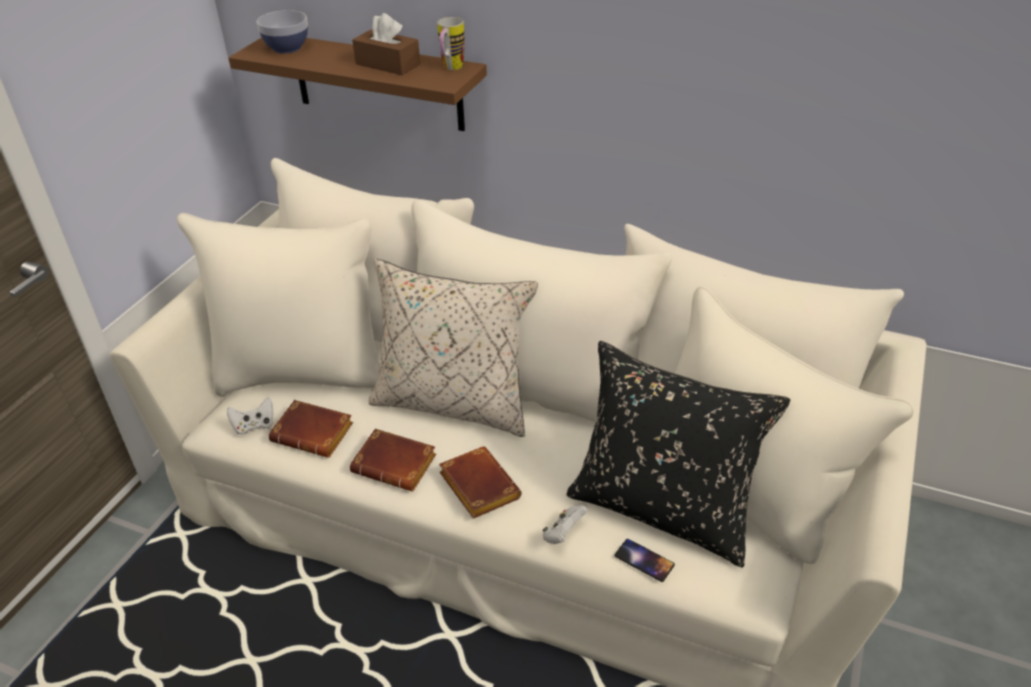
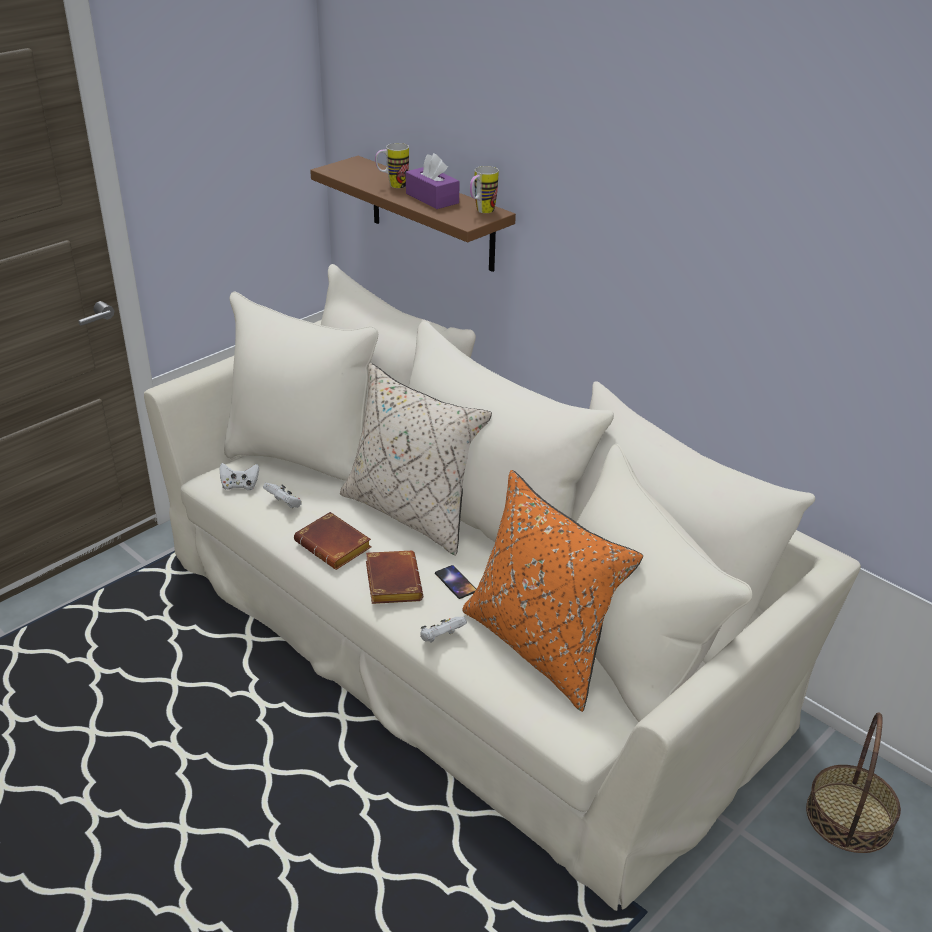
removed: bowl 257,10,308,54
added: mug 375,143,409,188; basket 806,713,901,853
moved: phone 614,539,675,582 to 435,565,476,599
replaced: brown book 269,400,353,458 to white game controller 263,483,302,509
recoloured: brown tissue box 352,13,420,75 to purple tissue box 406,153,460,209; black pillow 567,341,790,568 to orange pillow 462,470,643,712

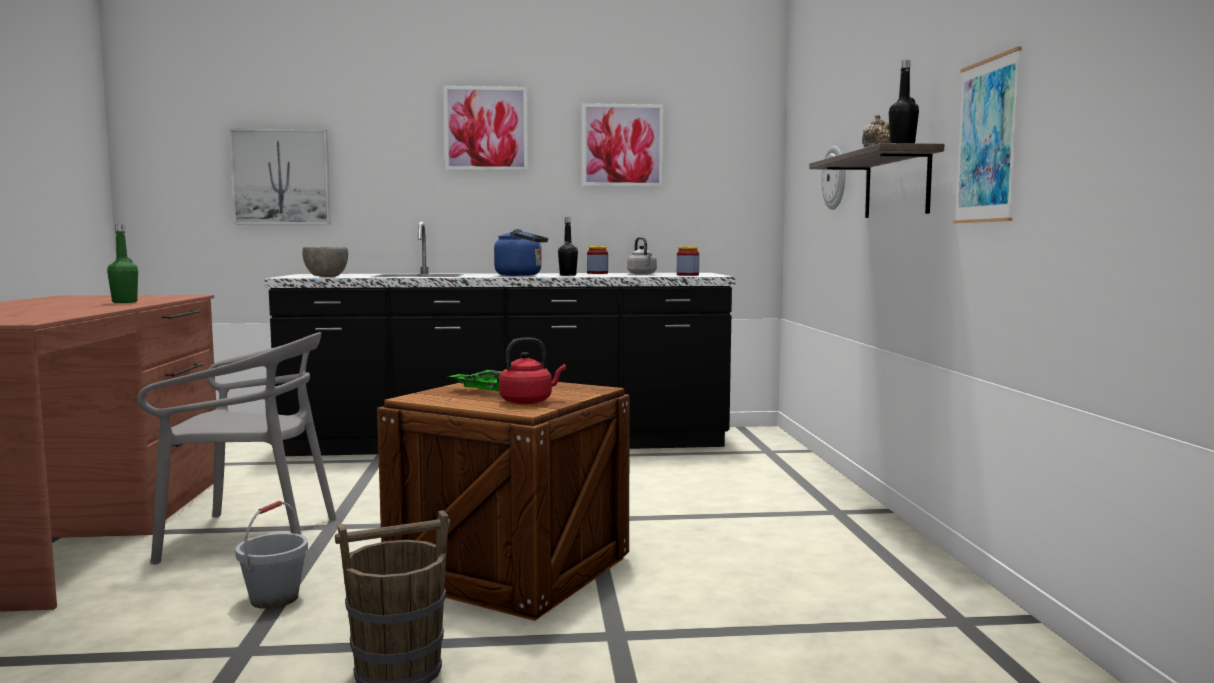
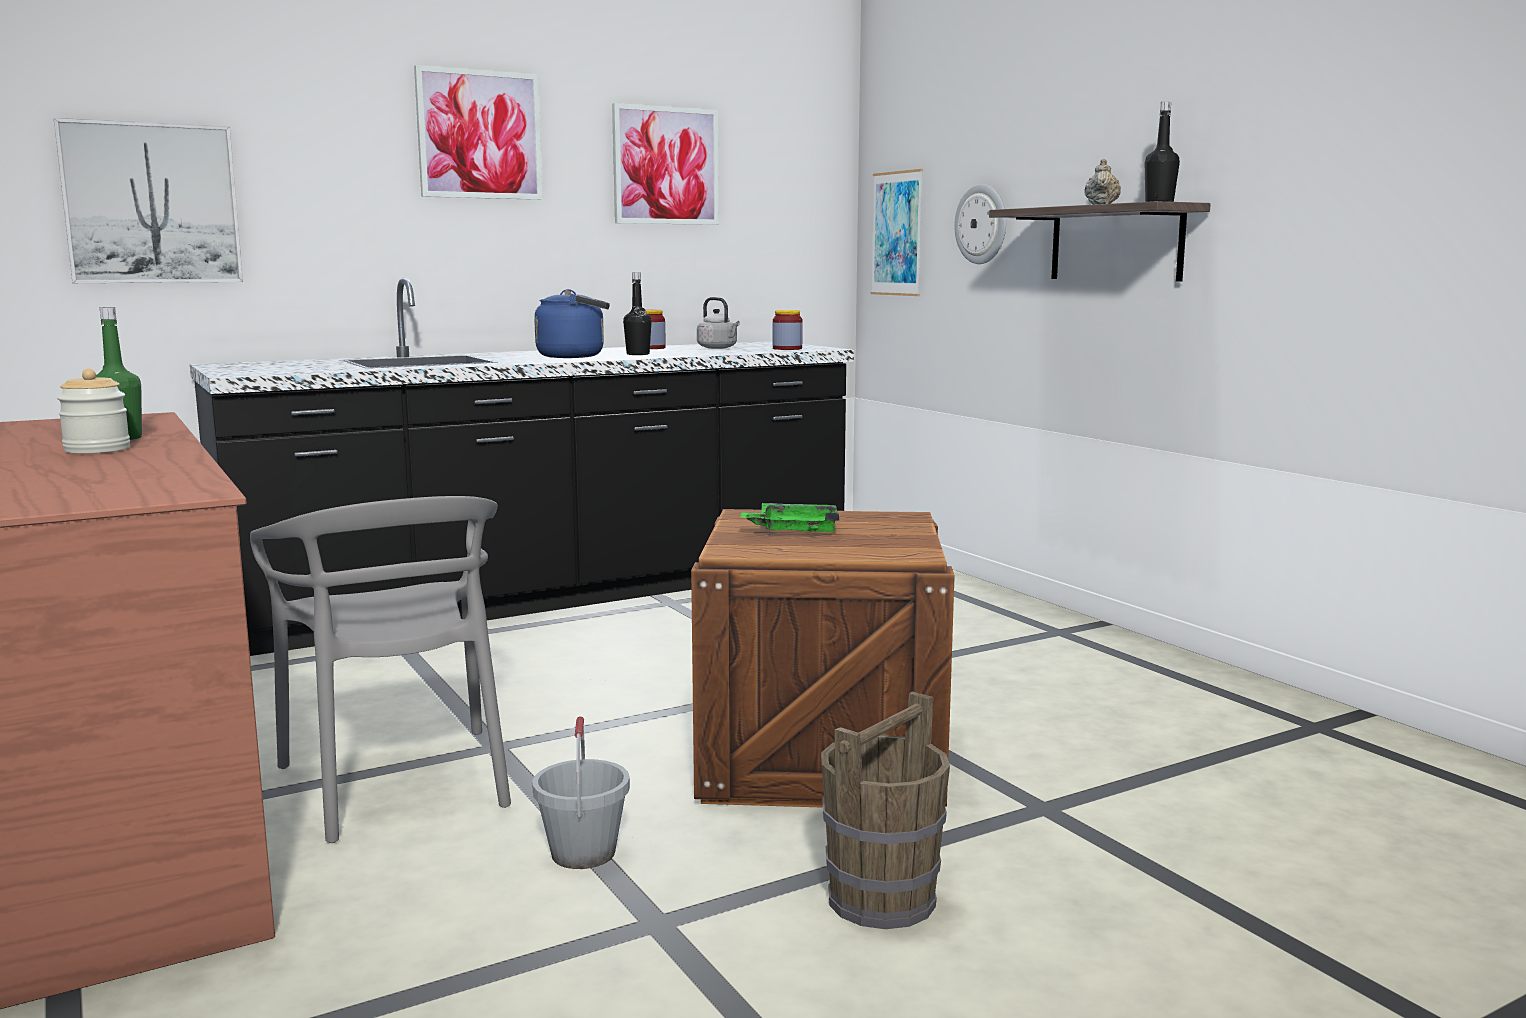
removed: grey bowl 302,247,348,277; red kettle 499,338,566,404
added: jar 57,369,130,454
moved: picture 953,47,1022,223 to 871,169,923,296
turned: grey chair 137,332,336,564 = 250,496,511,843 90 degrees clockwise

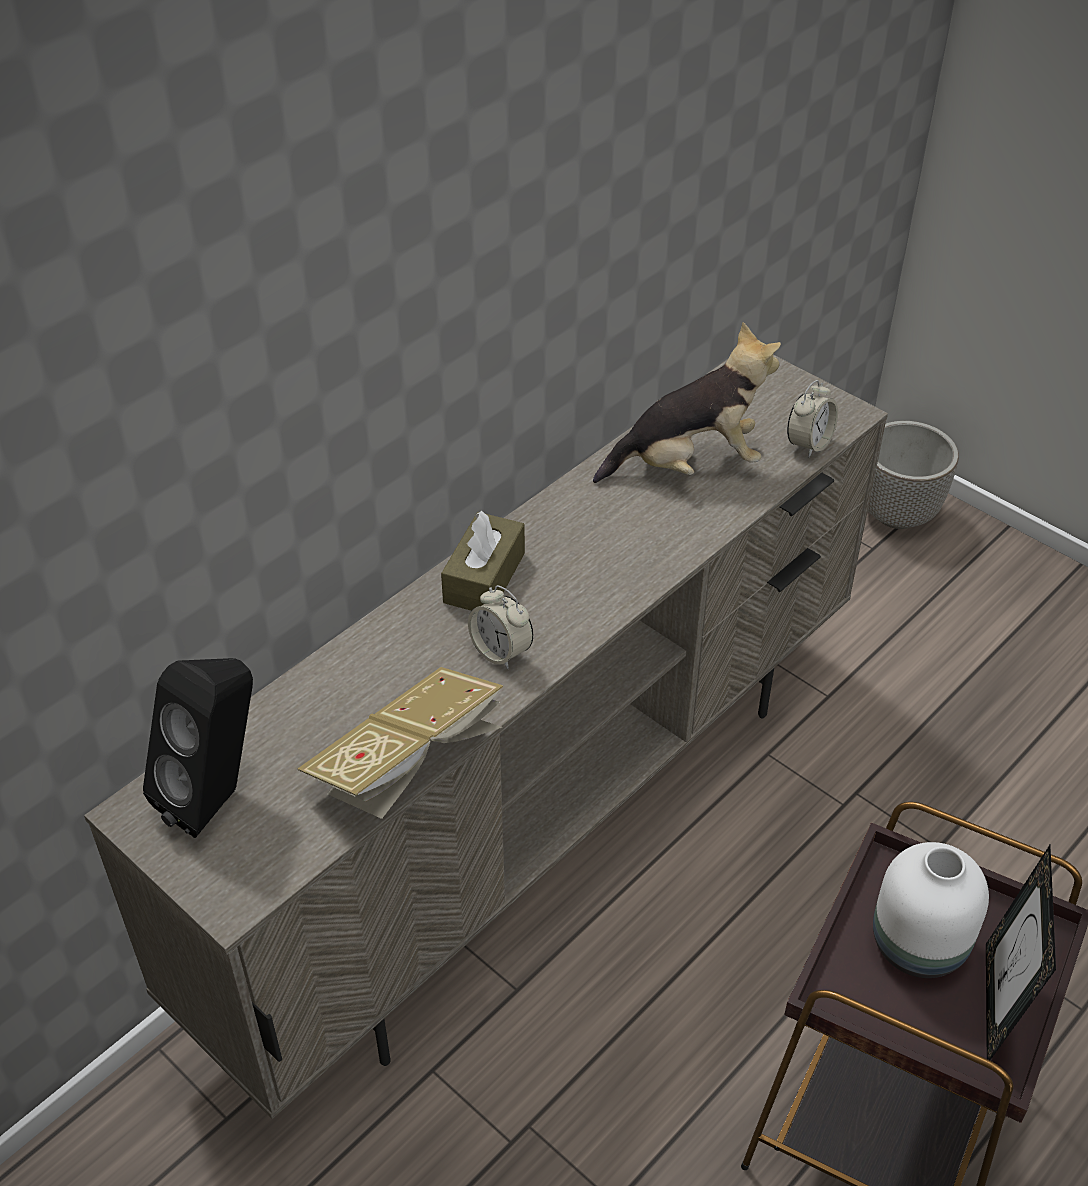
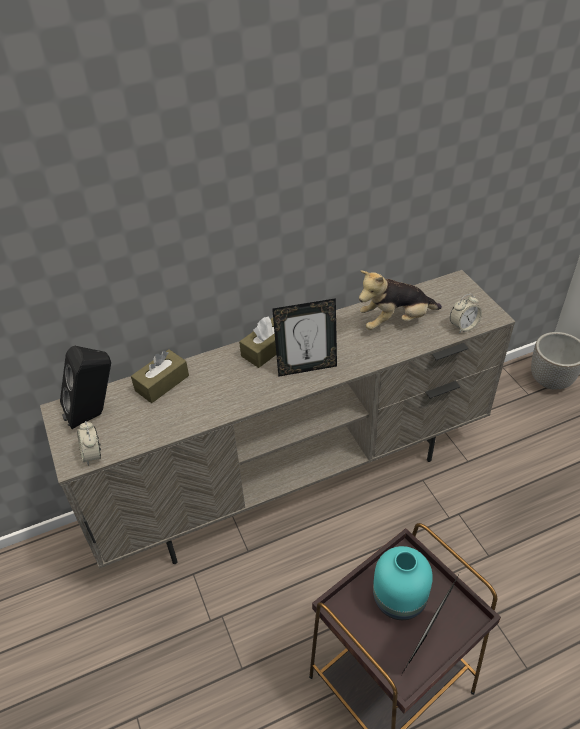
removed: book 298,667,503,819
added: brown tissue box 131,349,189,403; picture frame 272,298,337,377
moved: alarm clock 468,585,533,669 to 77,421,101,466
recoloured: white vase 873,842,989,978 to turquoise vase 373,546,433,620
turned: plush toy 593,322,781,483 = 359,270,442,330 150 degrees clockwise

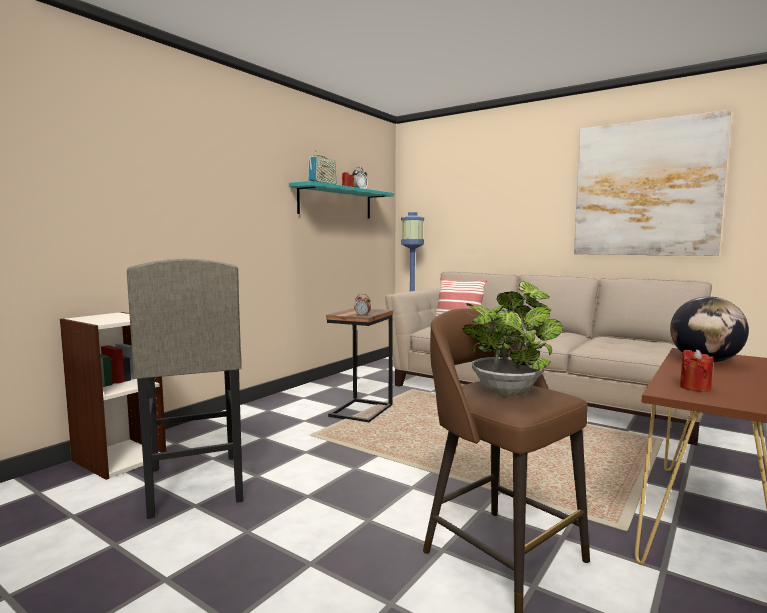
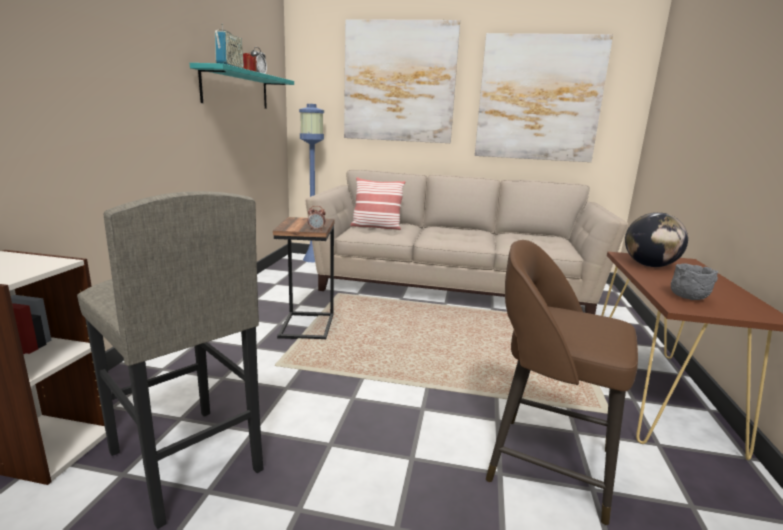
removed: potted plant 462,281,563,397
added: picture 344,19,460,143
replaced: red candle 680,349,714,392 to grey bowl 671,263,718,300

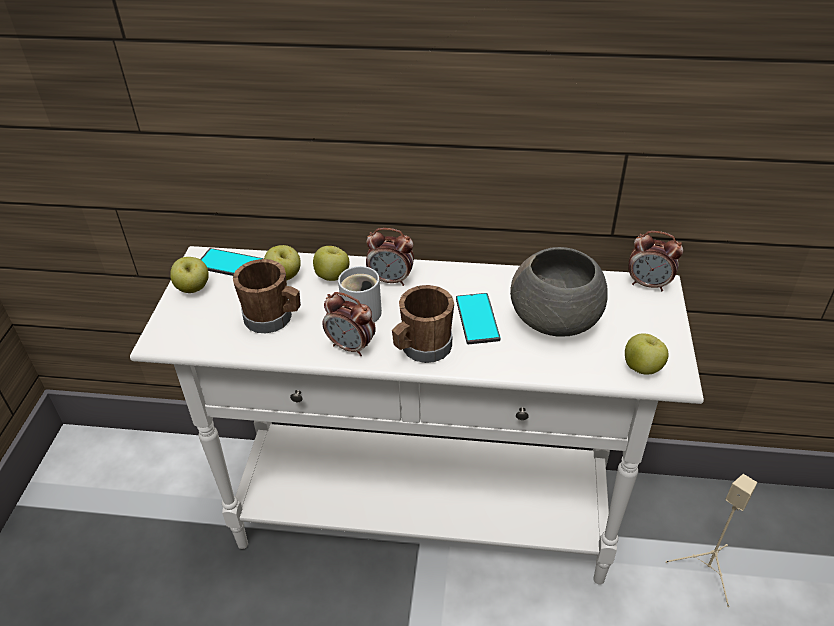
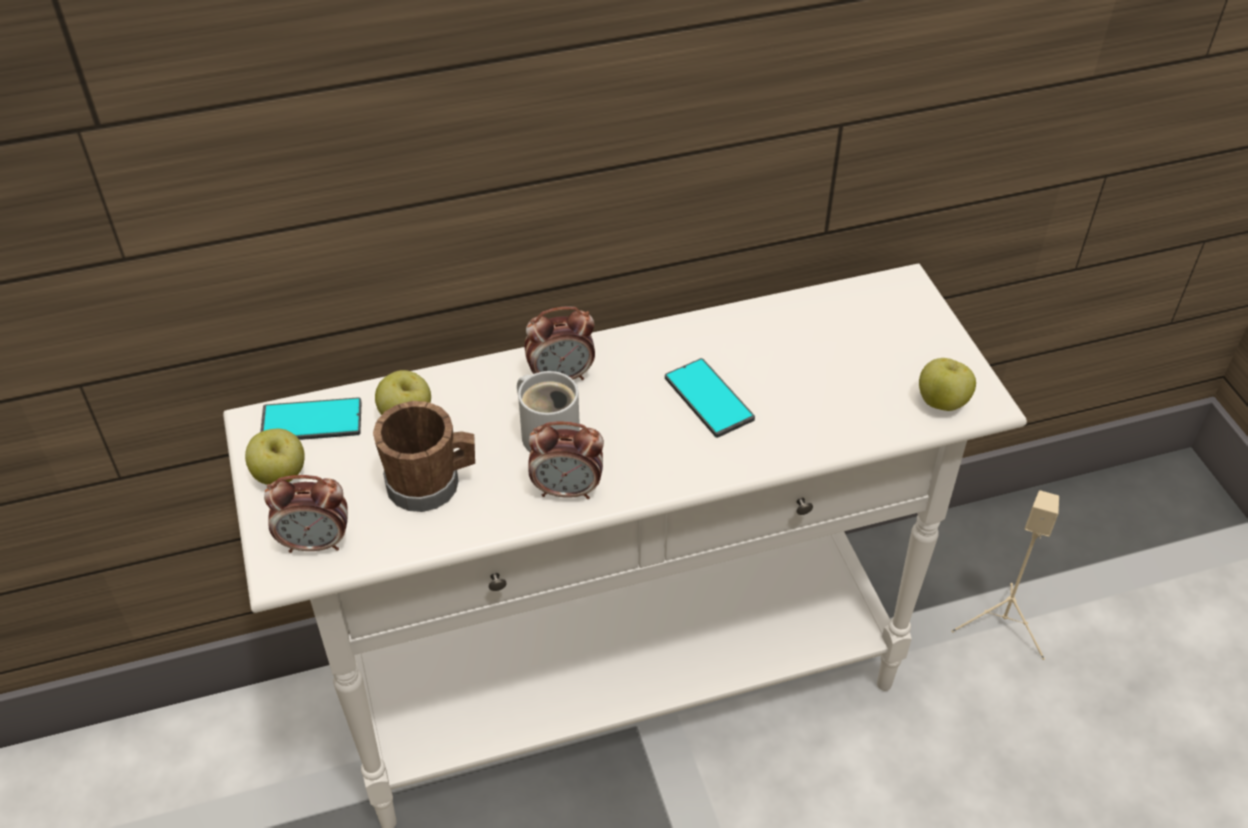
removed: apple 313,246,350,281; brown mug 392,285,454,363; grey bowl 510,247,608,336
moved: alarm clock 628,231,683,291 to 264,475,348,553

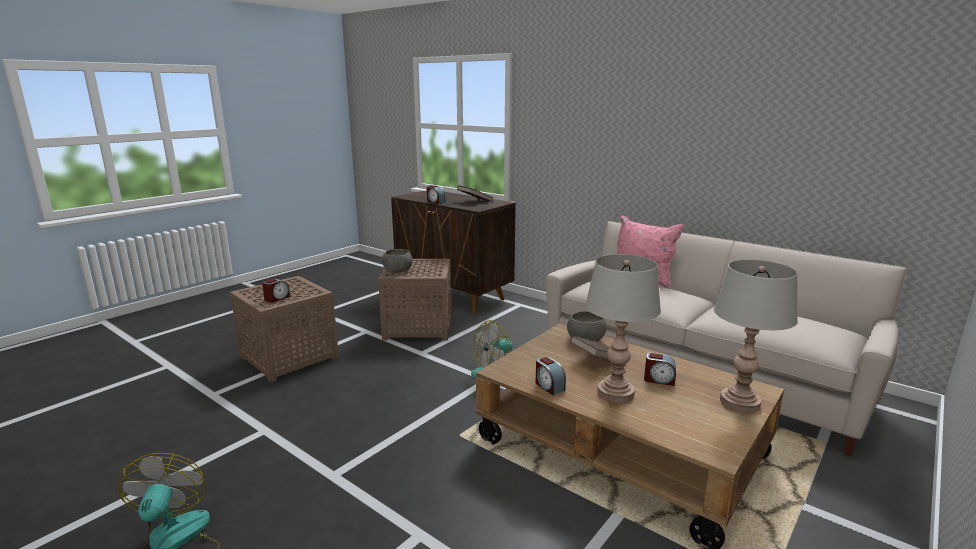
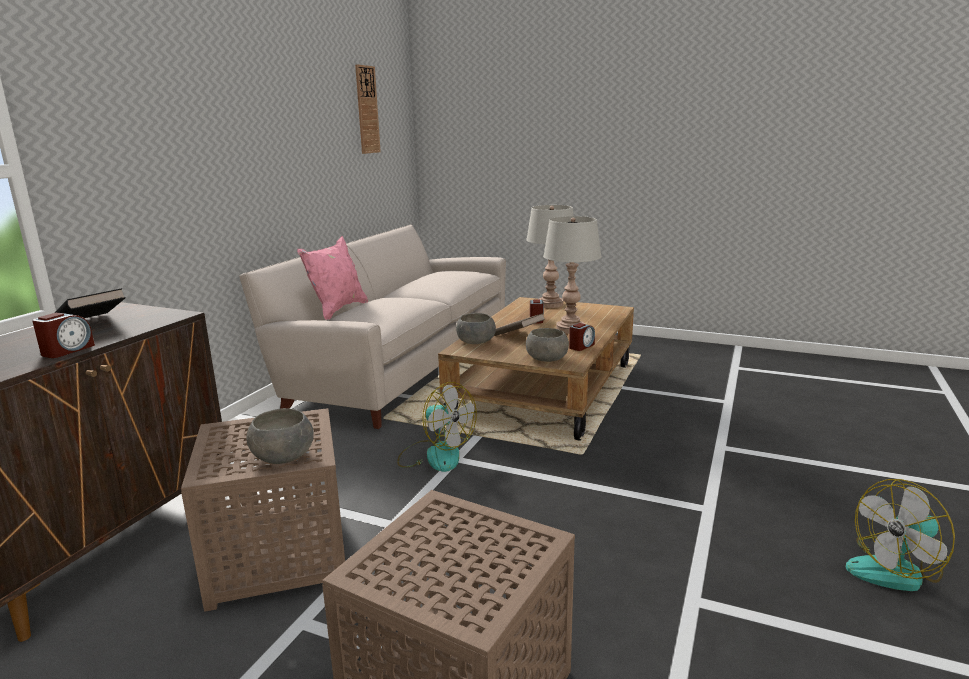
removed: alarm clock 262,279,290,303
added: wall clock 355,64,381,154; grey bowl 526,328,569,362

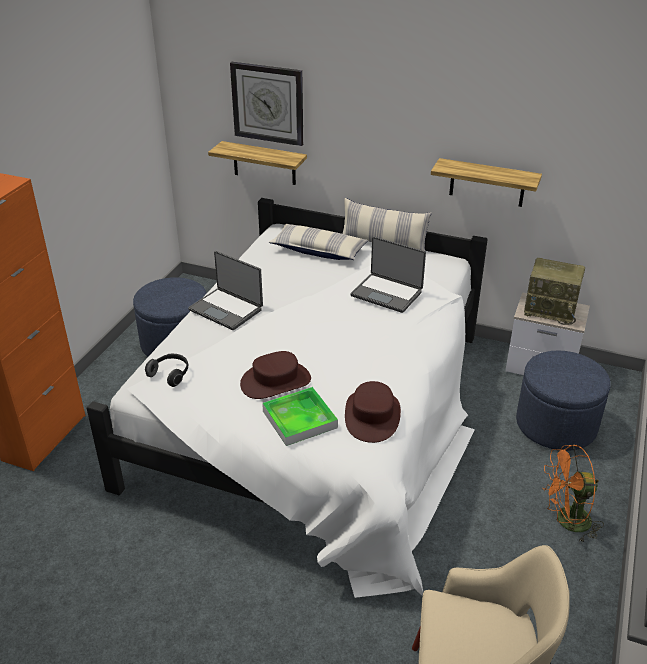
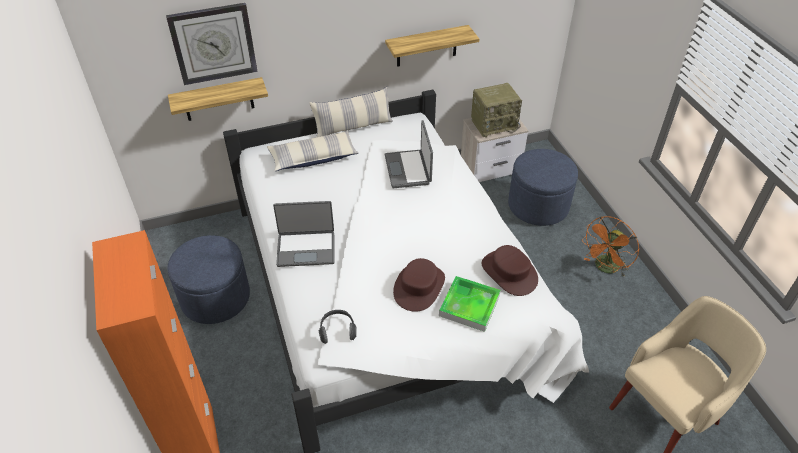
turned: laptop 350,237,426,313 = 385,120,433,188 90 degrees clockwise

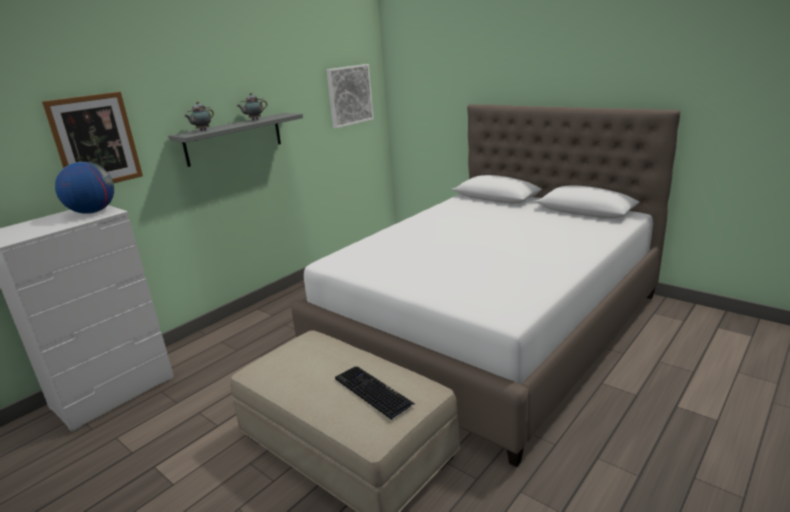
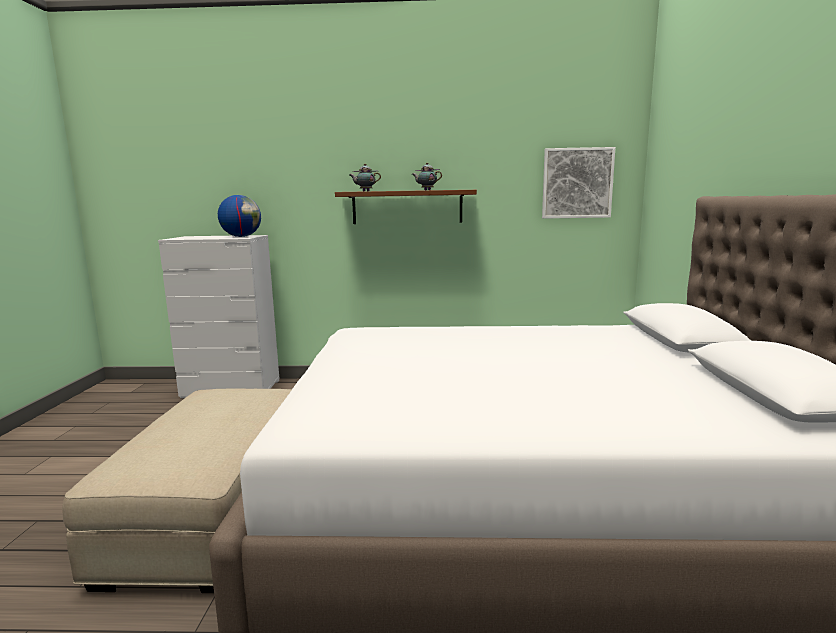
removed: picture 42,92,143,183; keyboard 335,366,415,420
recoloured: grey shelf 168,113,303,167 to brown shelf 335,190,477,224

